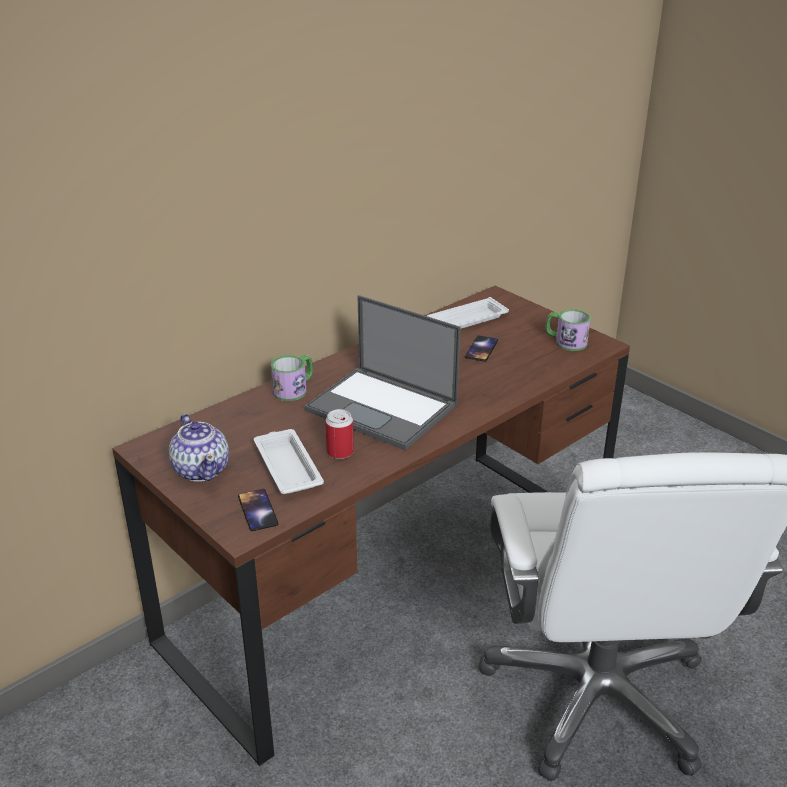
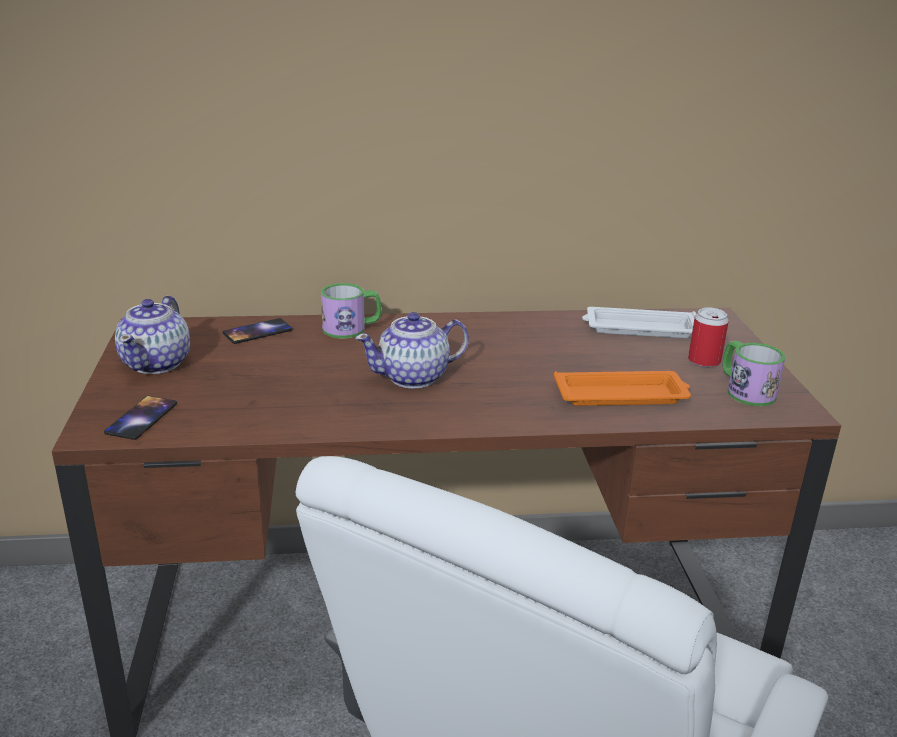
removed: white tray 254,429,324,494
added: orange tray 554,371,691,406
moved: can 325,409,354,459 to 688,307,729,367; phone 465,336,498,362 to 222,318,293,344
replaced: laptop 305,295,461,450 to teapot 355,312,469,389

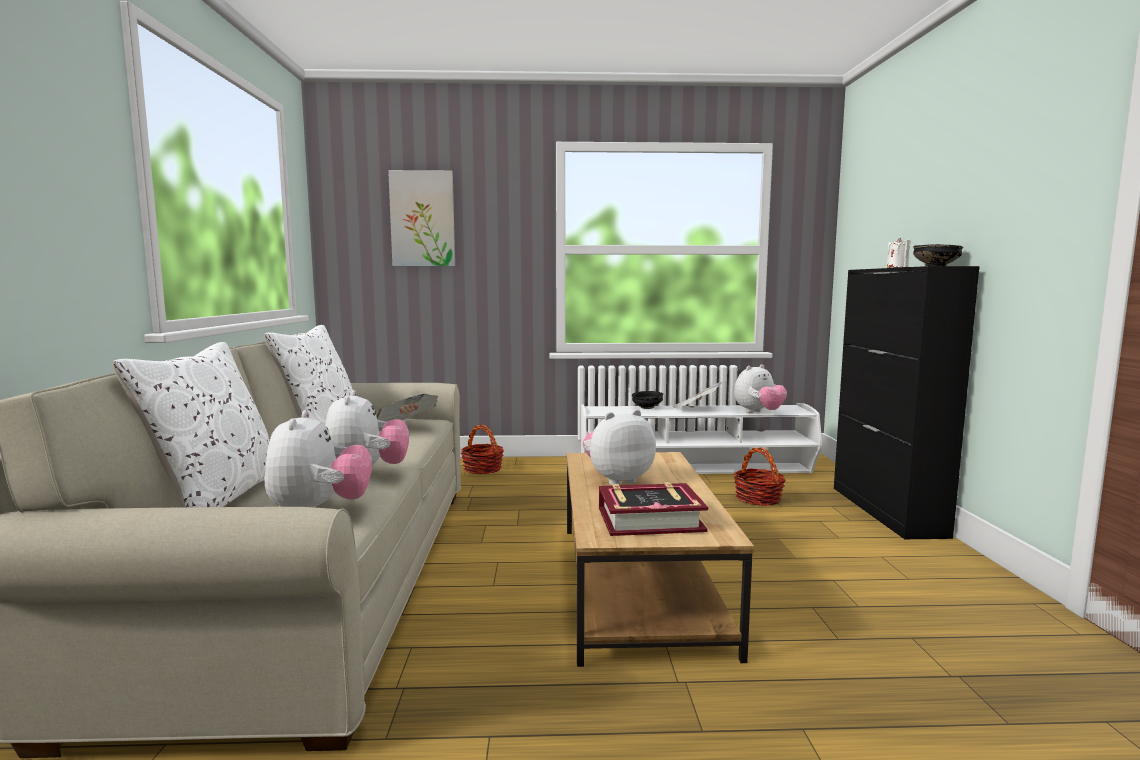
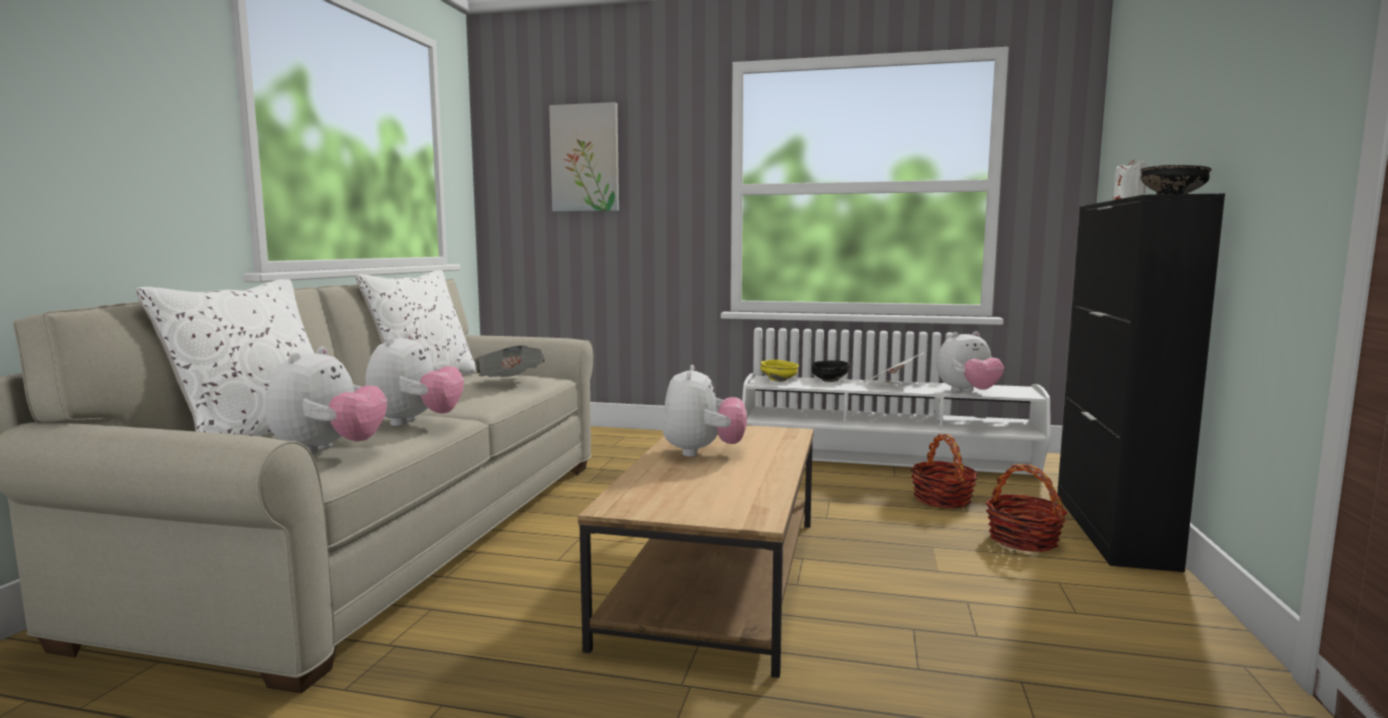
removed: book 599,482,708,536
added: yellow bowl 760,360,799,382
moved: basket 461,424,504,474 to 986,464,1068,552
turned: plush toy 583,409,656,485 = 662,365,747,457 105 degrees clockwise

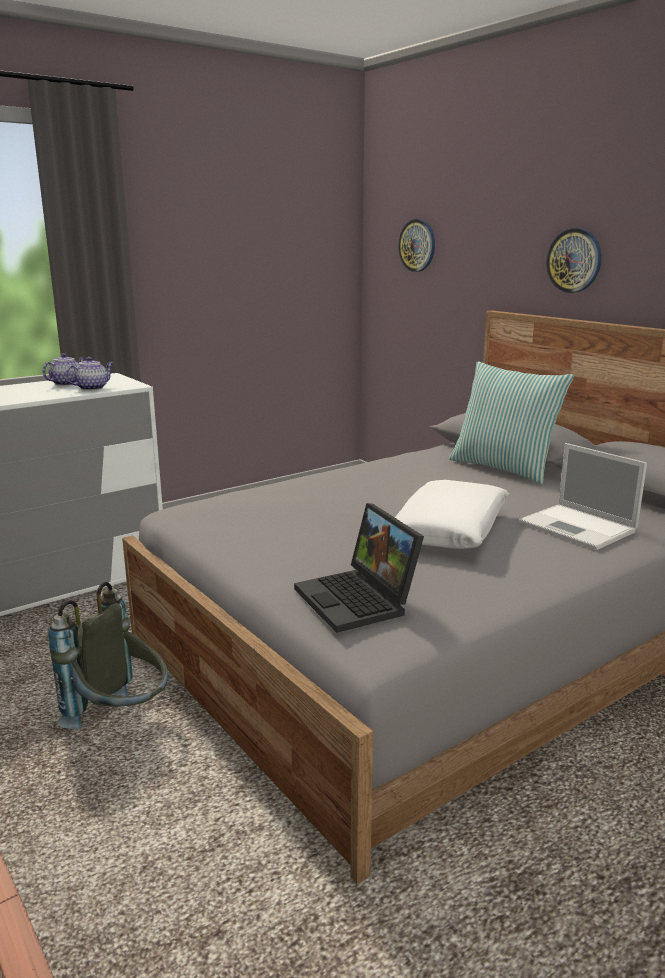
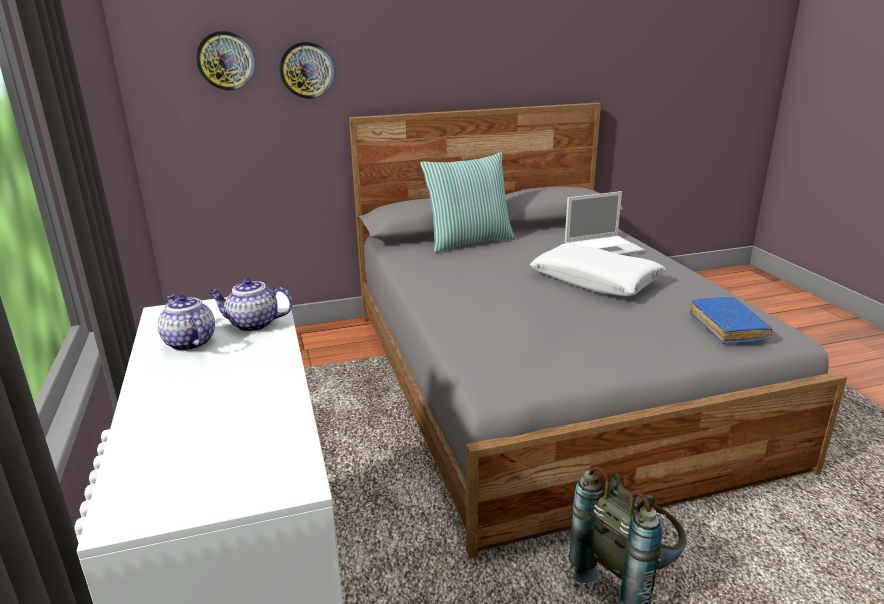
moved: wall clock 546,228,602,293 to 279,42,335,99
replaced: laptop 294,503,424,633 to blue book 690,297,773,344
turned: teapot 65,357,114,390 = 208,278,293,332 60 degrees counterclockwise

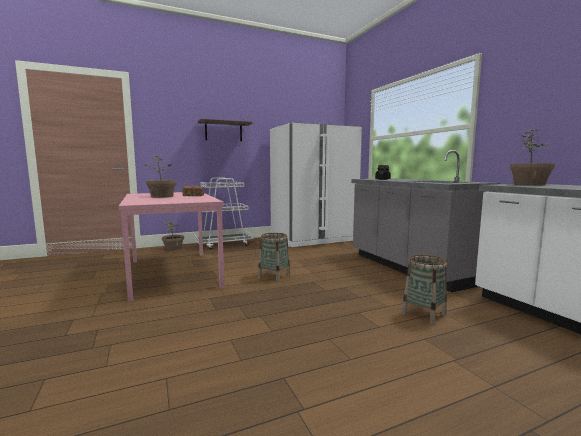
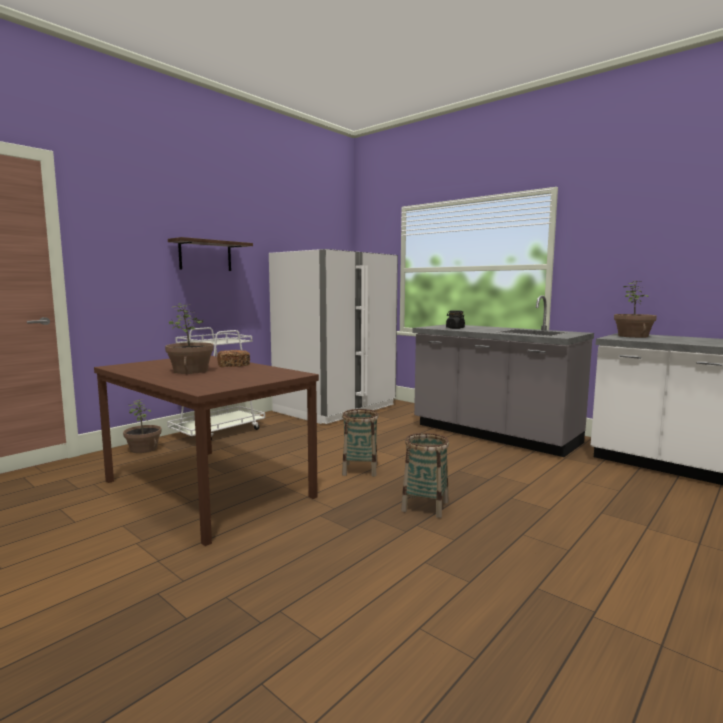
moved: basket 402,255,447,325 to 401,433,449,518
recoloured: pink dining table 119,192,224,302 to brown dining table 94,356,319,546

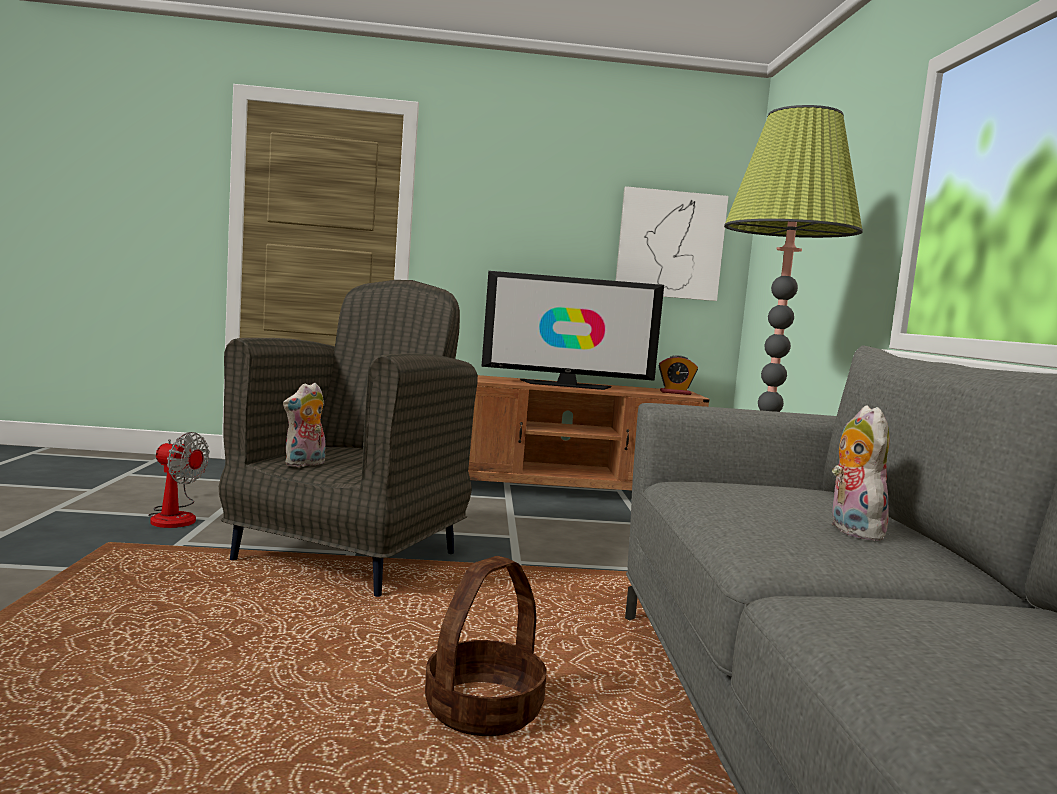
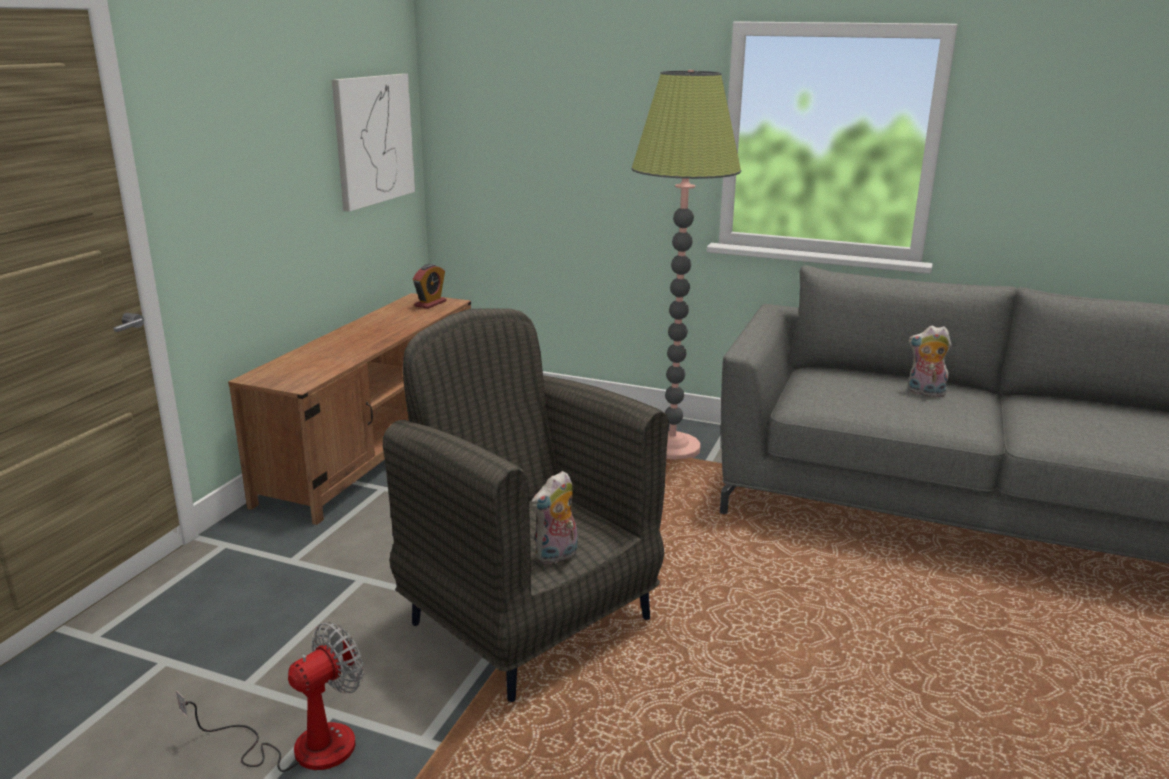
removed: basket 425,556,546,736; television 481,271,664,390
turned: plush toy 283,383,326,467 = 531,471,578,564 75 degrees clockwise

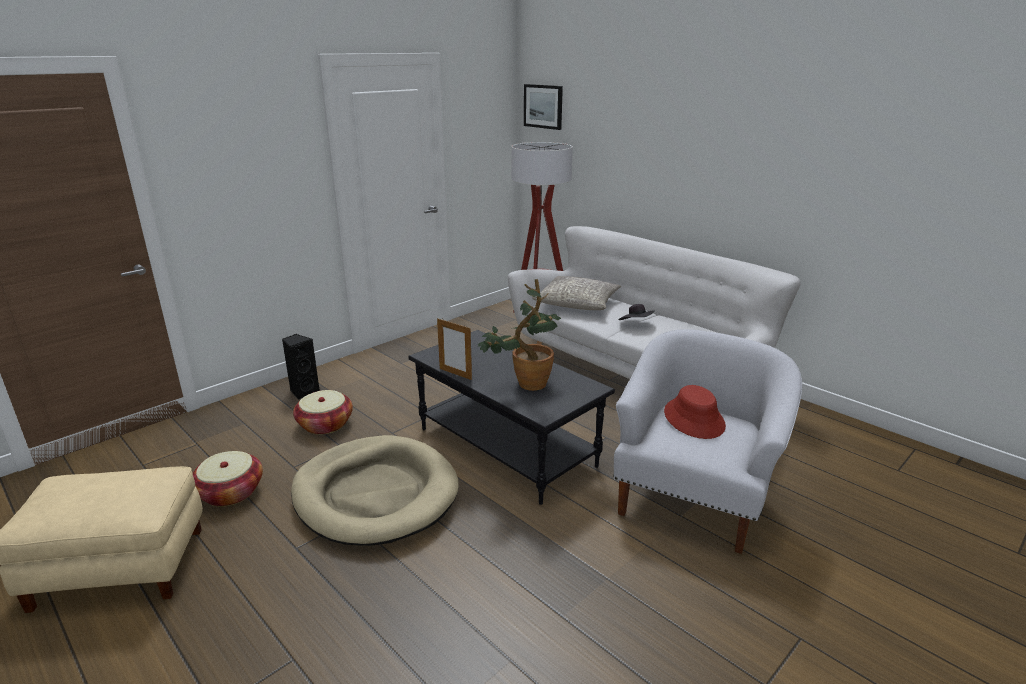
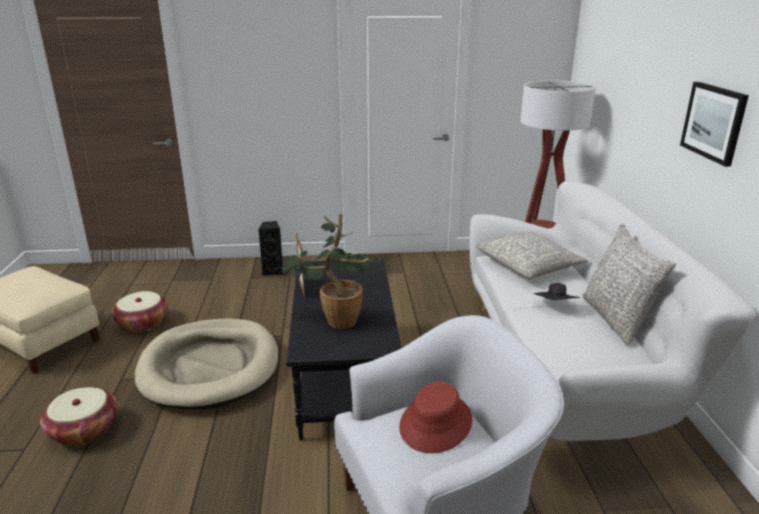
added: grey pillow 583,224,676,346
moved: basket 293,390,353,435 to 40,387,117,446; picture 524,84,563,130 to 680,82,749,167

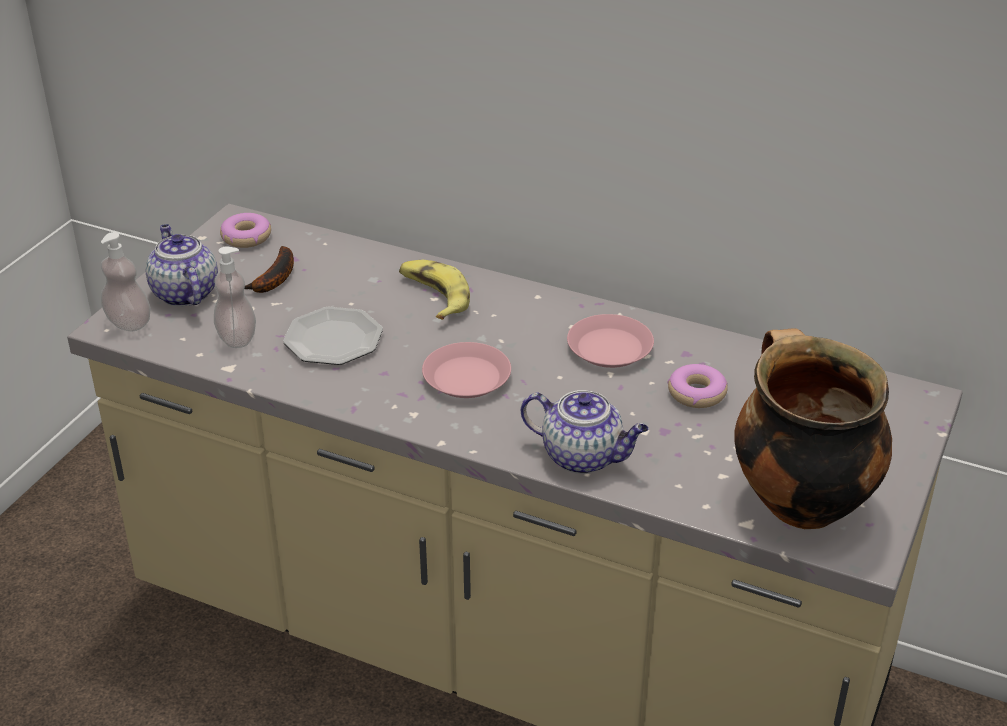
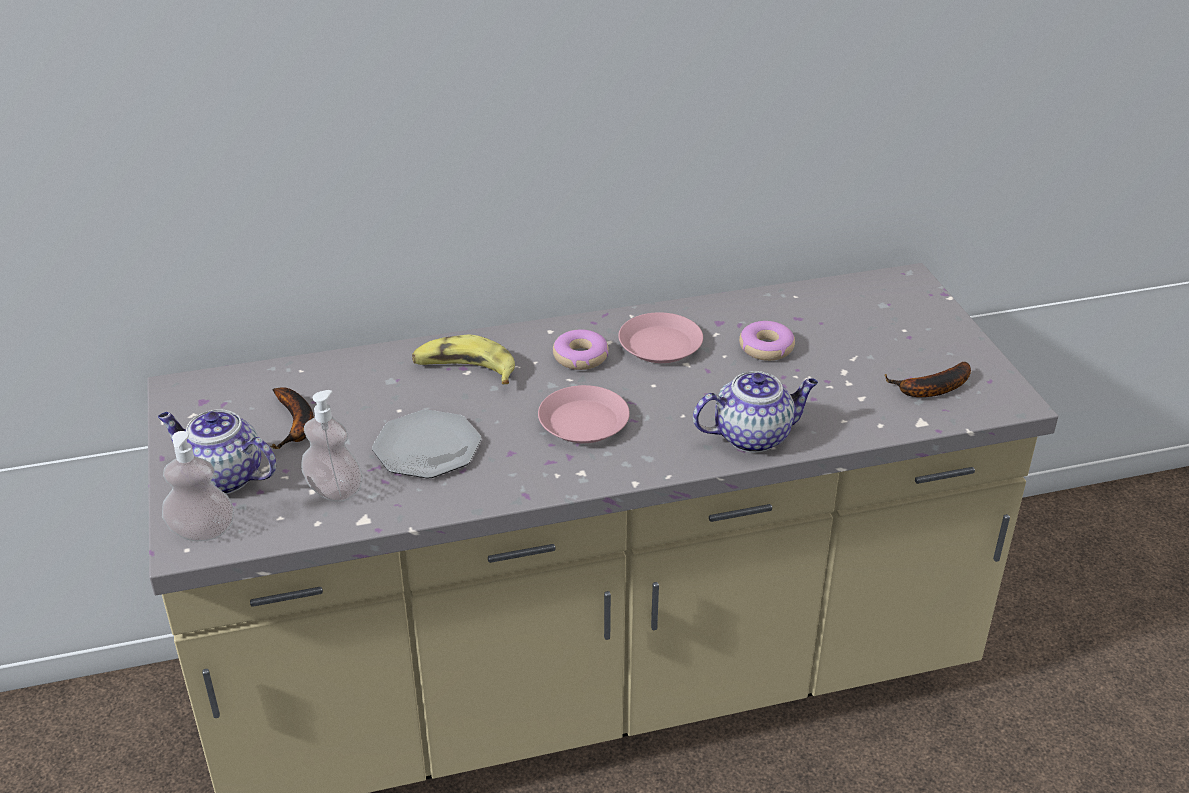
moved: donut 220,213,271,248 to 553,329,609,370
replaced: cooking pot 735,328,892,529 to banana 885,362,971,397

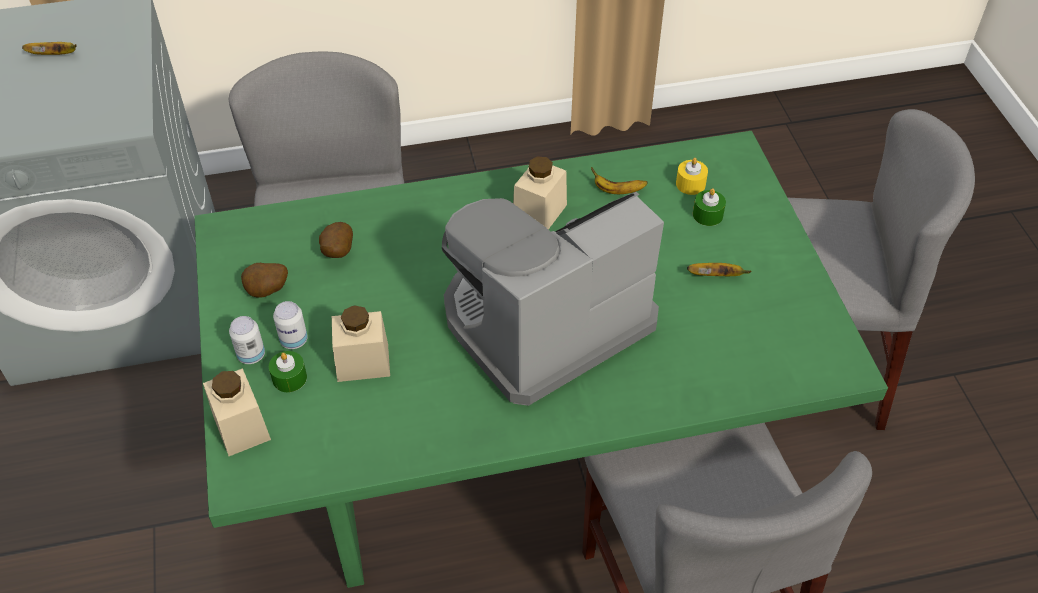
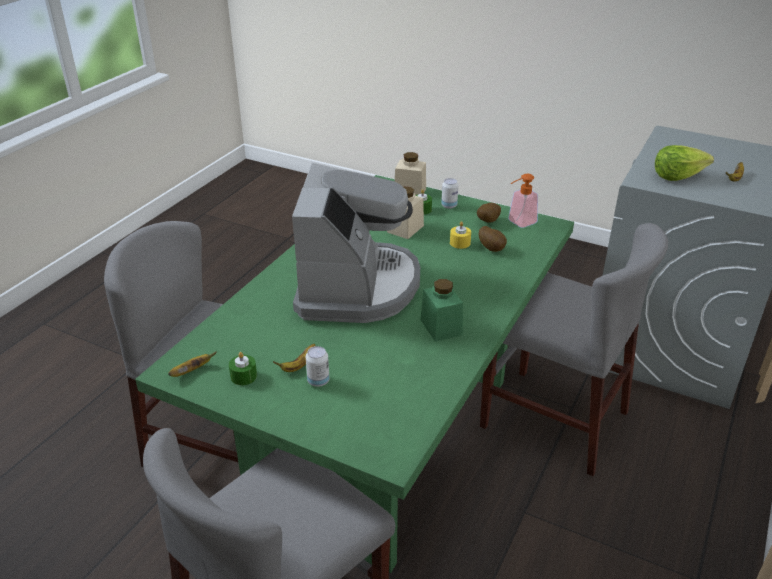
added: soap dispenser 508,174,538,228; lettuce 655,145,714,181
moved: can 273,301,308,349 to 306,346,329,387; banana 591,167,648,194 to 168,352,217,377; yellow candle 676,158,708,195 to 450,221,471,249; green candle 693,188,726,226 to 229,352,257,385
recoloured: beige jar 513,156,567,229 to green jar 421,279,463,342

